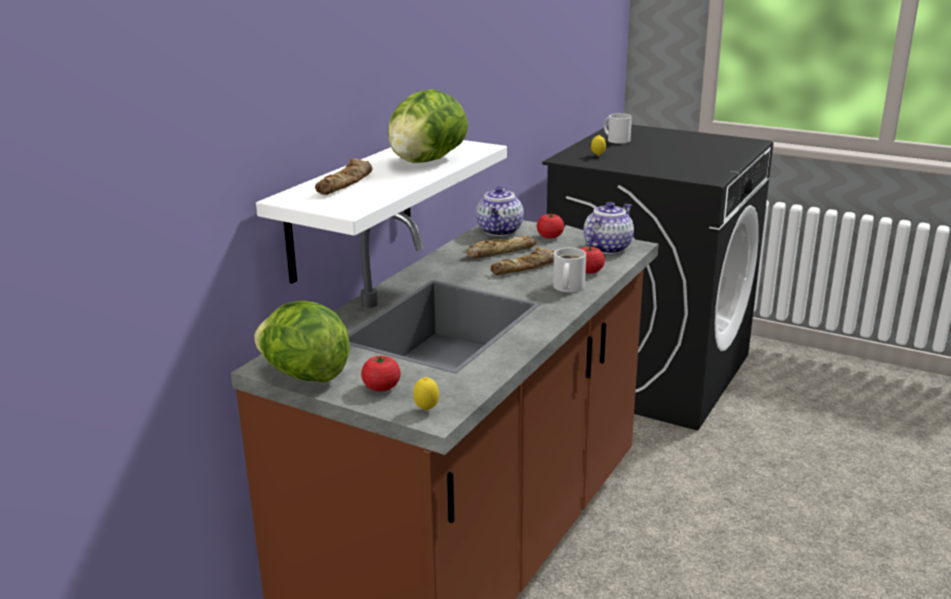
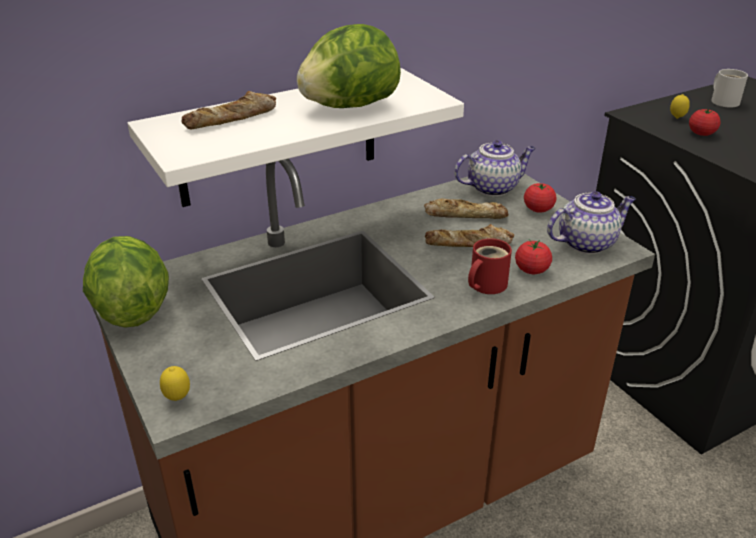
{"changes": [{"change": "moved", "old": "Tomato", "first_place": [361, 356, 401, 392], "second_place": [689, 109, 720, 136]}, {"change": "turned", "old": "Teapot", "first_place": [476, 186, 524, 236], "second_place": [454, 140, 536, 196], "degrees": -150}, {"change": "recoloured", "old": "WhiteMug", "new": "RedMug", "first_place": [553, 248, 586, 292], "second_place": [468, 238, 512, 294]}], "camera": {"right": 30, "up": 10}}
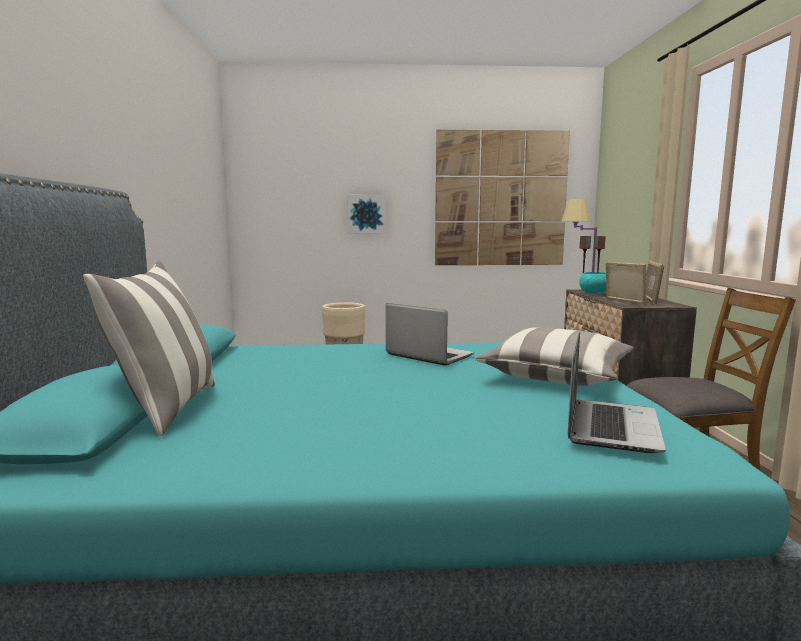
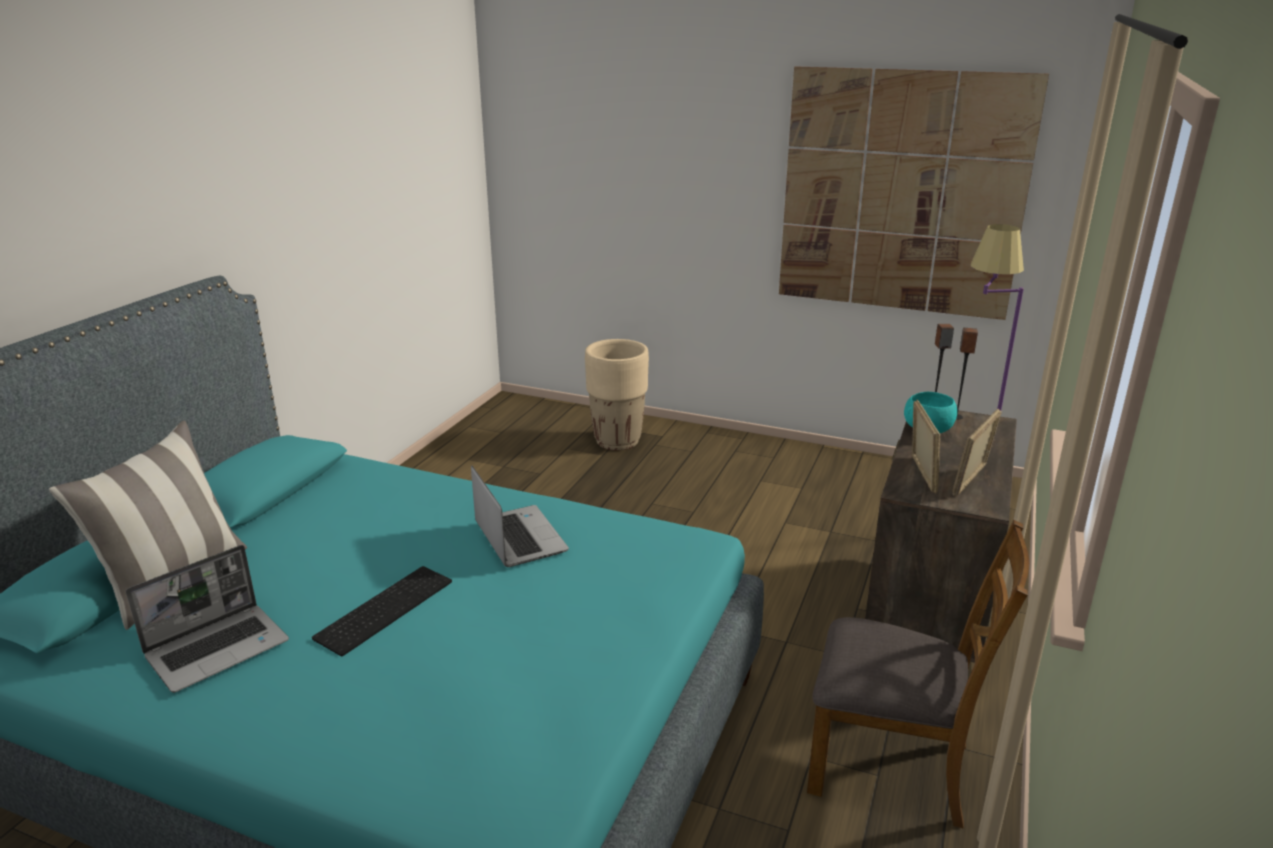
{"changes": [{"change": "removed", "old": "Picture", "first_place": [347, 195, 386, 234]}, {"change": "removed", "old": "Pillow", "first_place": [475, 327, 634, 386]}, {"change": "moved", "old": "Laptop", "first_place": [568, 332, 666, 453], "second_place": [126, 545, 289, 693]}, {"change": "added", "new": "Keyboard", "second_place": [312, 566, 452, 656]}], "camera": {"right": 25, "up": 15}}
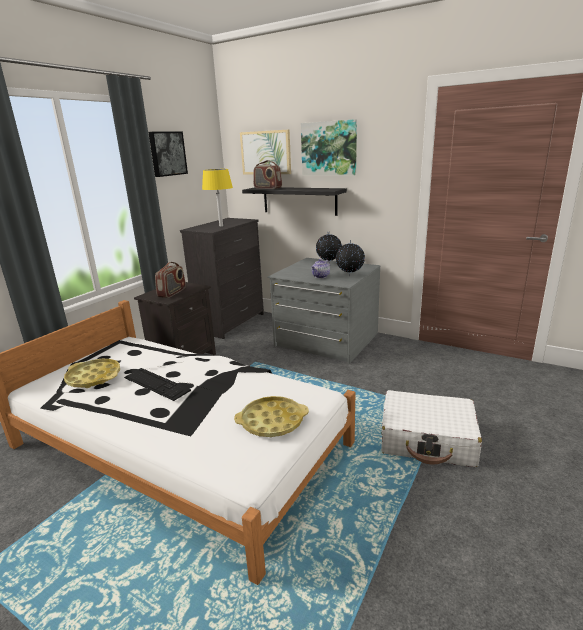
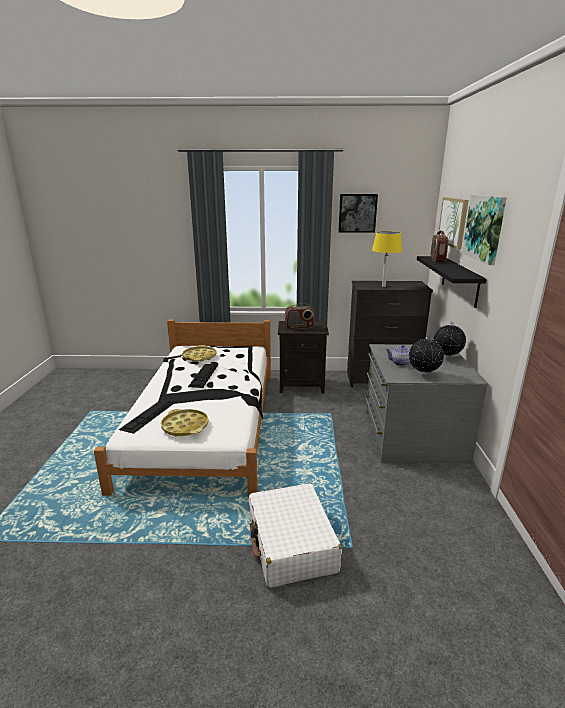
{"changes": [{"change": "added", "new": "Keyboard", "second_place": [119, 399, 175, 434]}], "camera": {"right": 60, "up": 0}}
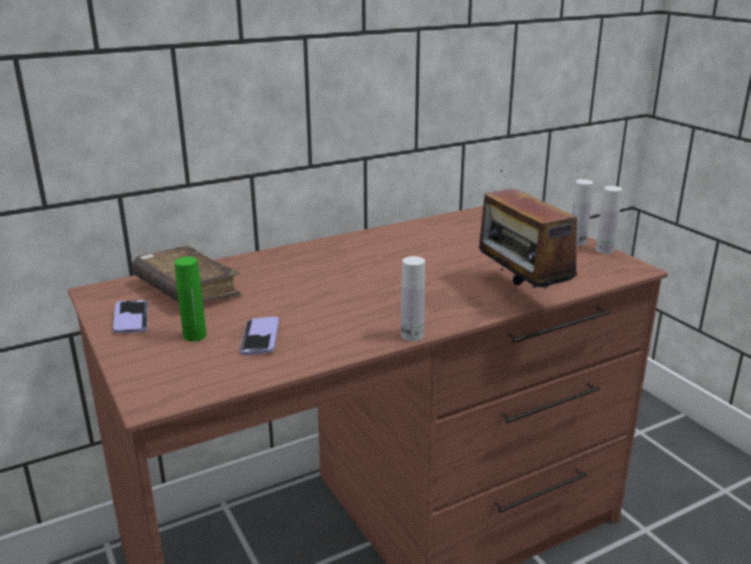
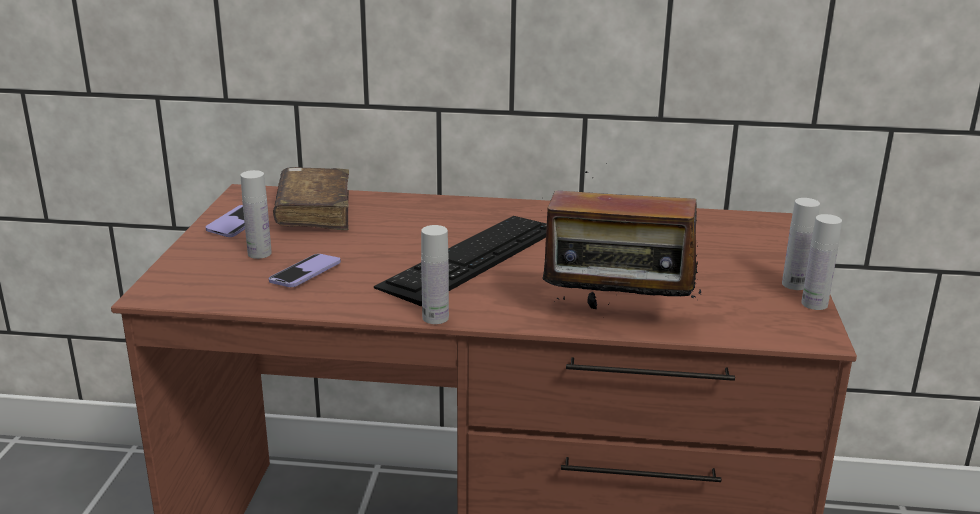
{"changes": [{"change": "recoloured", "old": "GreenBottle", "new": "WhiteBottle", "first_place": [174, 257, 206, 342], "second_place": [240, 170, 272, 259]}, {"change": "turned", "old": "Radio", "first_place": [479, 170, 578, 289], "second_place": [542, 163, 701, 309], "degrees": -90}, {"change": "added", "new": "Keyboard", "second_place": [374, 216, 547, 307]}], "camera": {"right": 35, "up": 0}}
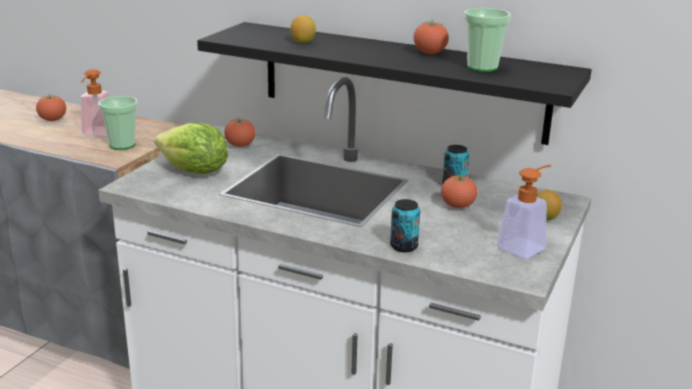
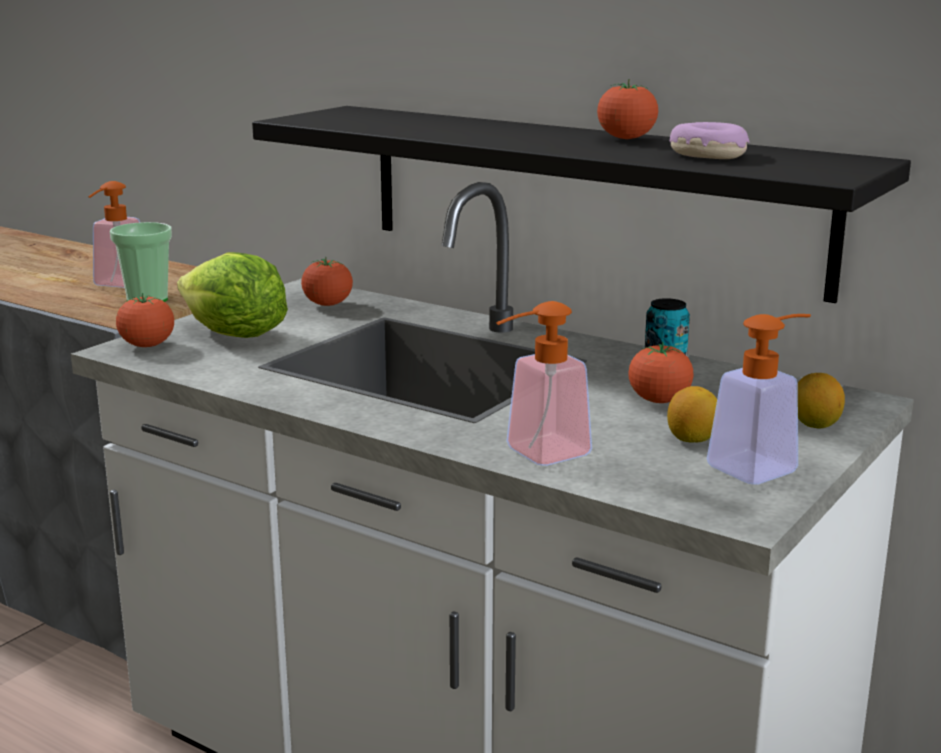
{"changes": [{"change": "moved", "old": "Tomato", "first_place": [36, 94, 66, 121], "second_place": [116, 293, 174, 347]}, {"change": "moved", "old": "Lemon", "first_place": [290, 15, 316, 43], "second_place": [667, 386, 717, 443]}, {"change": "replaced", "old": "Can", "new": "SoapDispenser", "first_place": [390, 199, 420, 252], "second_place": [496, 301, 592, 466]}, {"change": "replaced", "old": "Cup", "new": "Donut", "first_place": [464, 8, 511, 72], "second_place": [670, 122, 750, 159]}], "camera": {"right": 10, "up": -5}}
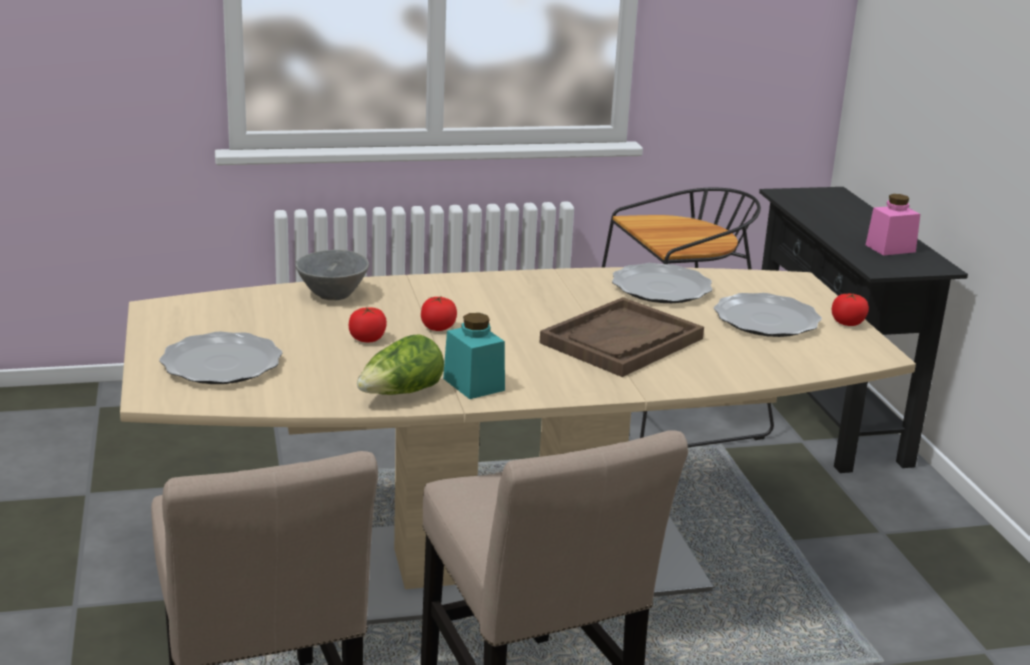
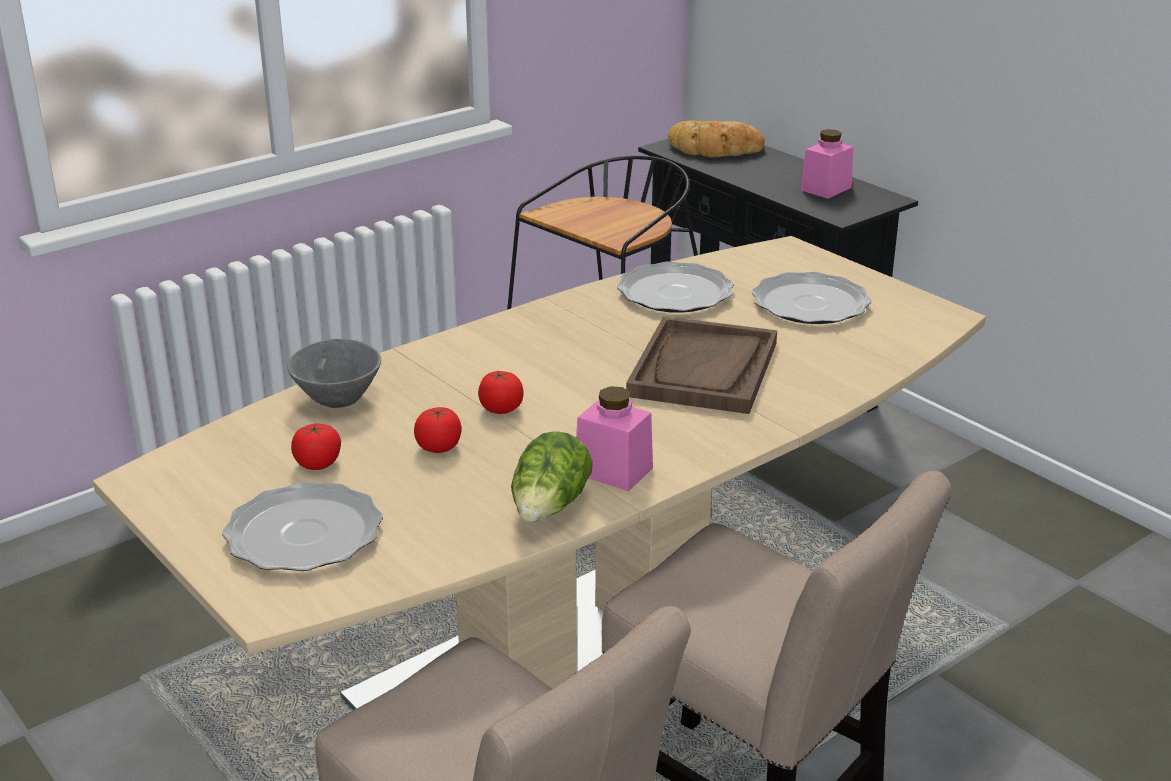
{"changes": [{"change": "recoloured", "old": "TurquoiseJar", "new": "PinkJar", "first_place": [443, 313, 505, 399], "second_place": [576, 386, 653, 491]}, {"change": "moved", "old": "Tomato", "first_place": [832, 293, 869, 326], "second_place": [291, 424, 341, 470]}, {"change": "added", "new": "Bread", "second_place": [668, 121, 765, 158]}], "camera": {"right": -25, "up": 5}}
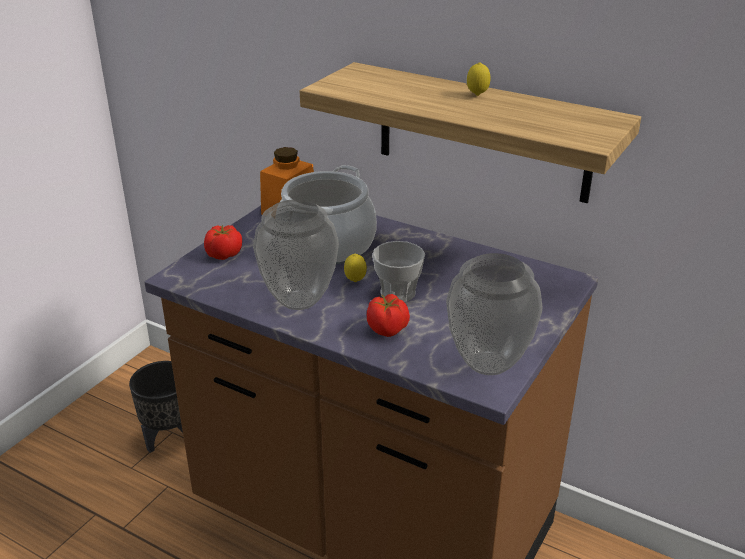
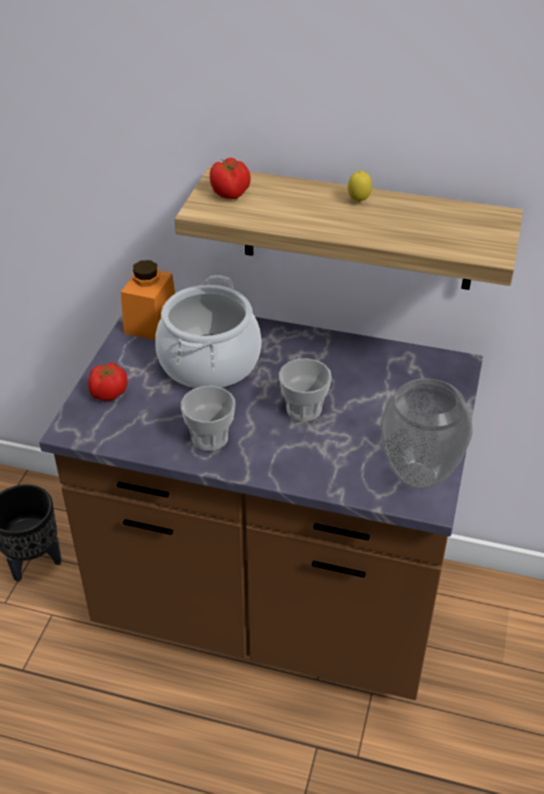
{"changes": [{"change": "replaced", "old": "Vase", "new": "Cup", "first_place": [253, 199, 339, 310], "second_place": [181, 386, 235, 451]}, {"change": "removed", "old": "Lemon", "first_place": [344, 254, 367, 282]}, {"change": "moved", "old": "Tomato", "first_place": [367, 294, 410, 337], "second_place": [210, 158, 251, 199]}], "camera": {"right": -15, "up": 10}}
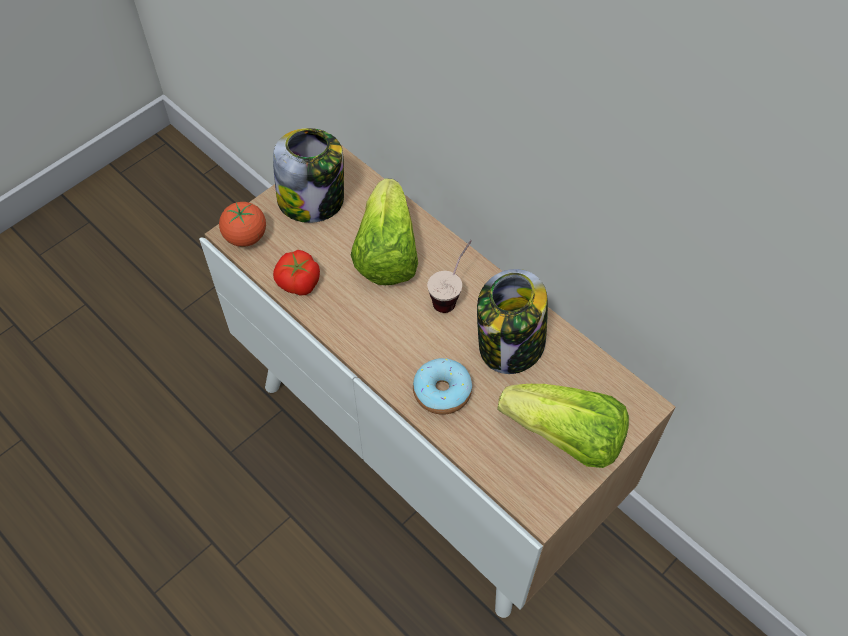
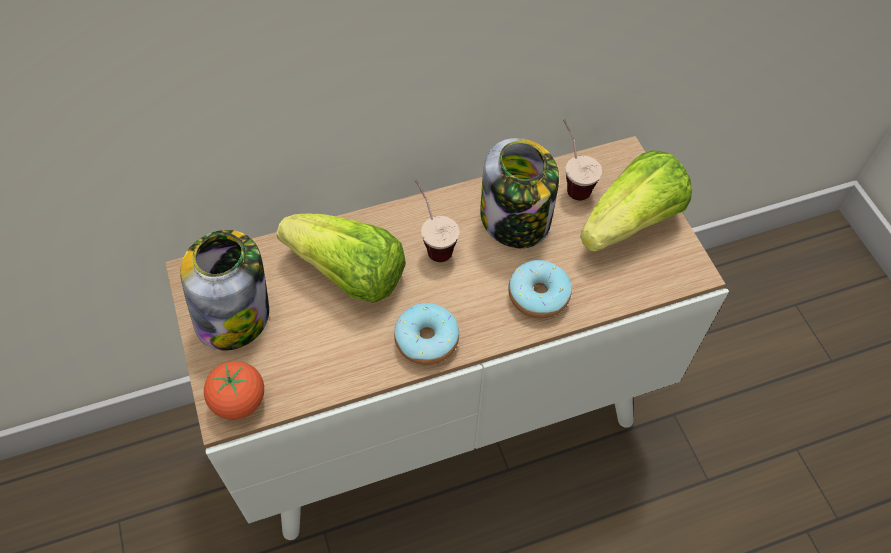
{"changes": [{"change": "removed", "old": "Tomato", "first_place": [273, 250, 320, 295]}, {"change": "added", "new": "Donut", "second_place": [394, 303, 459, 365]}, {"change": "added", "new": "Cup", "second_place": [563, 119, 602, 201]}], "camera": {"right": -65, "up": 0}}
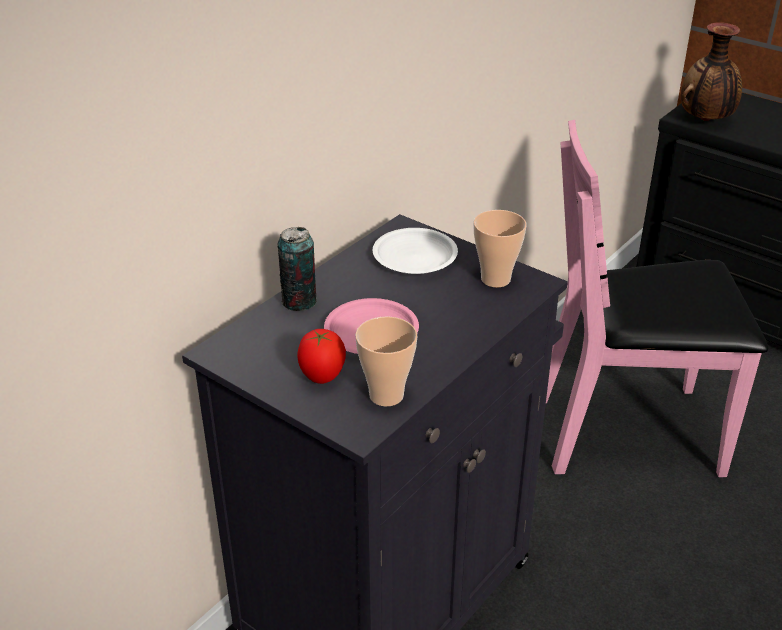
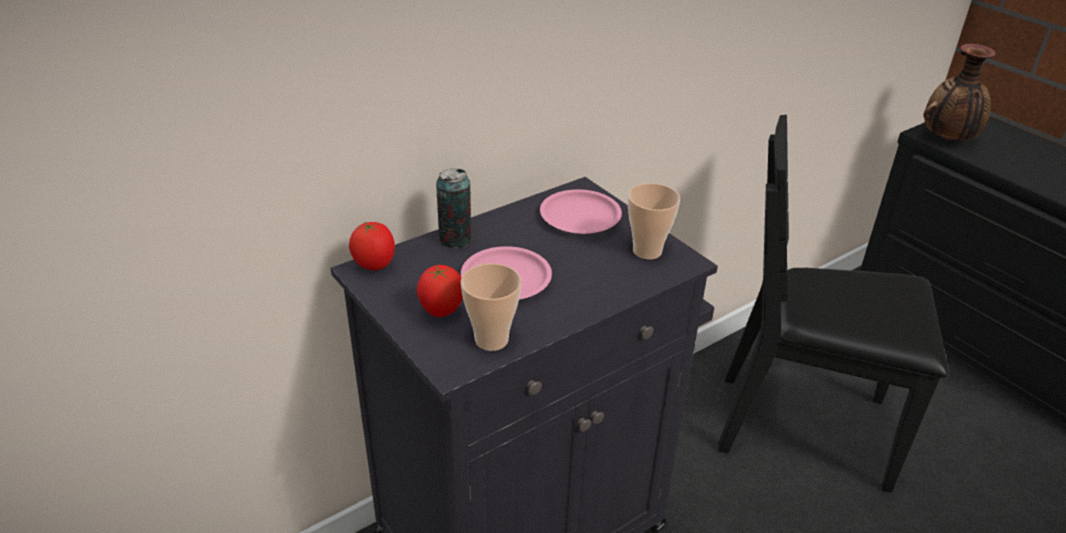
{"changes": [{"change": "recoloured", "old": "WhitePlate", "new": "PinkPlate", "first_place": [373, 228, 458, 274], "second_place": [540, 189, 622, 234]}, {"change": "recoloured", "old": "PinkChair", "new": "BlackChair", "first_place": [546, 120, 769, 477], "second_place": [718, 115, 948, 493]}, {"change": "added", "new": "Tomato", "second_place": [349, 222, 395, 270]}], "camera": {"right": 15, "up": 0}}
